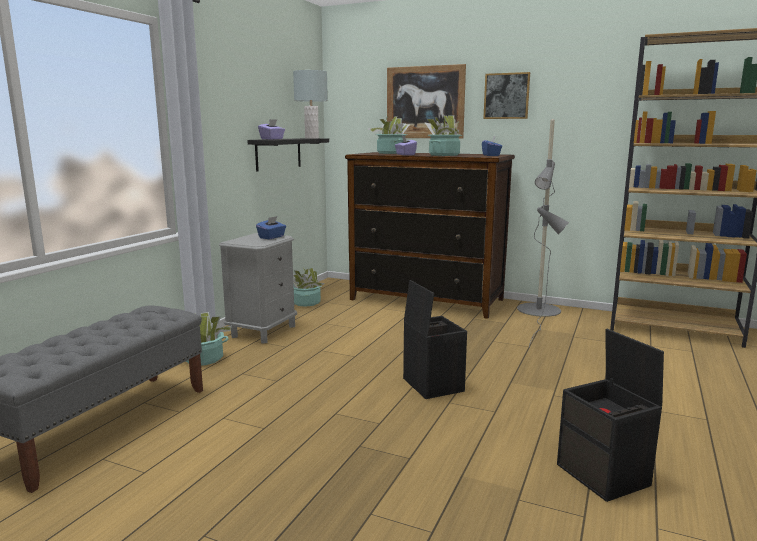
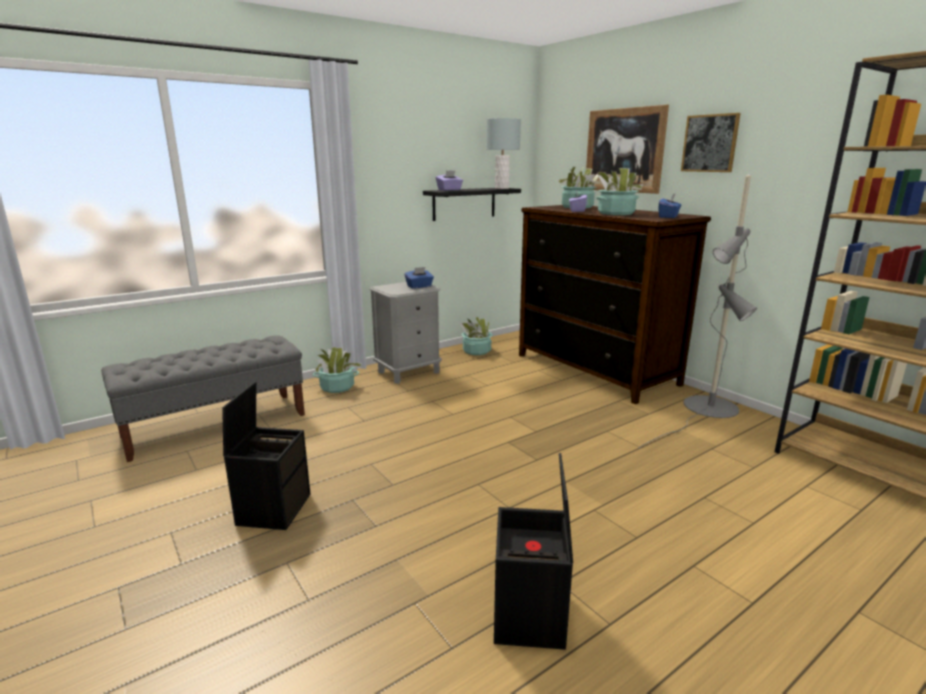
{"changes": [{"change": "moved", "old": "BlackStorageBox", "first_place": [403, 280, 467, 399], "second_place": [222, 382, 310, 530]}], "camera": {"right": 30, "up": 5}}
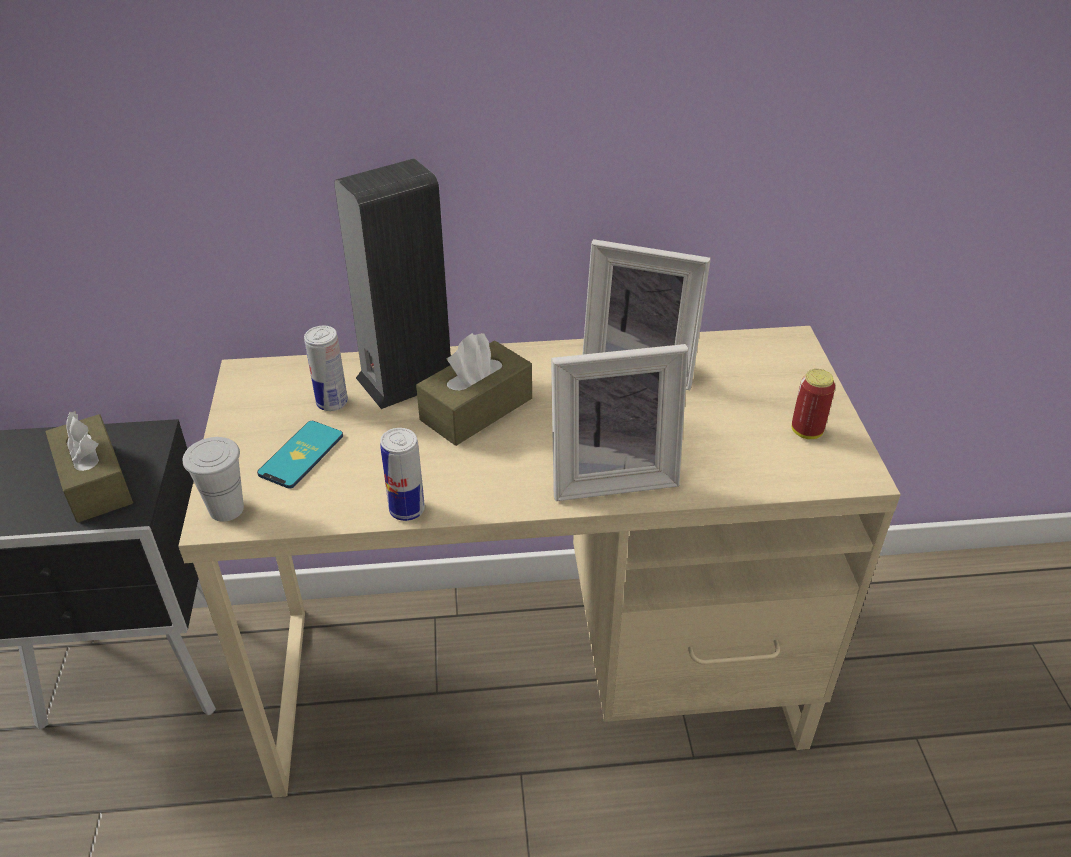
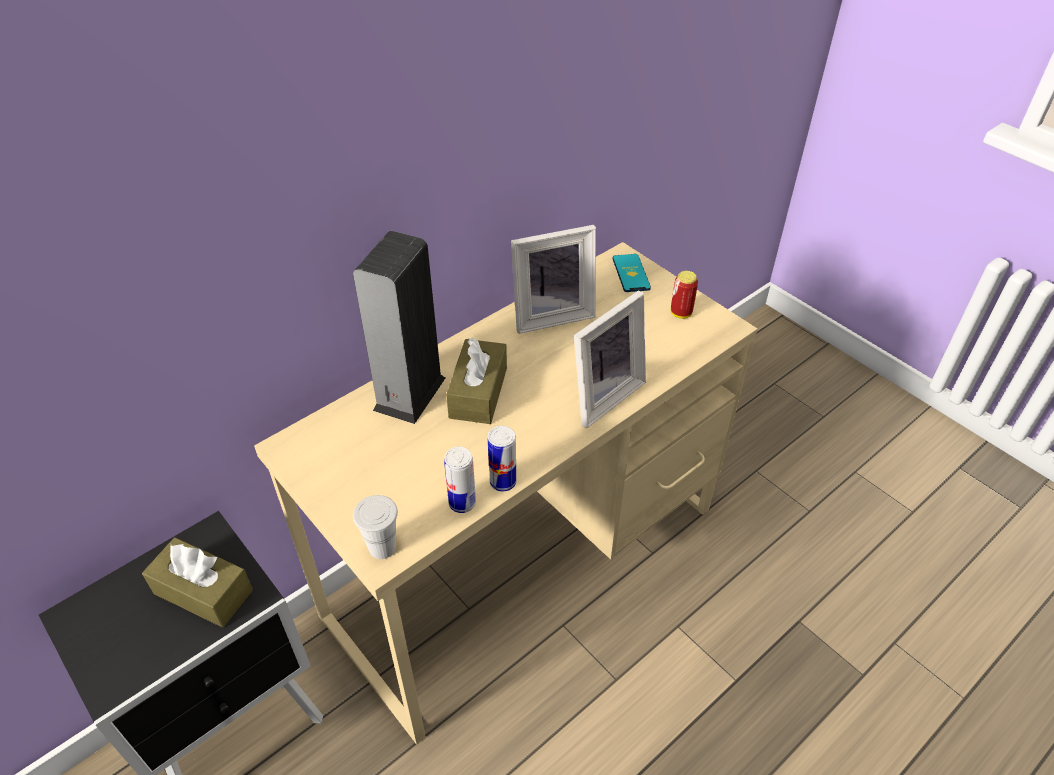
{"changes": [{"change": "moved", "old": "Phone", "first_place": [257, 421, 343, 489], "second_place": [613, 254, 651, 292]}, {"change": "moved", "old": "Can", "first_place": [304, 326, 348, 411], "second_place": [444, 446, 476, 513]}], "camera": {"right": -35, "up": 5}}
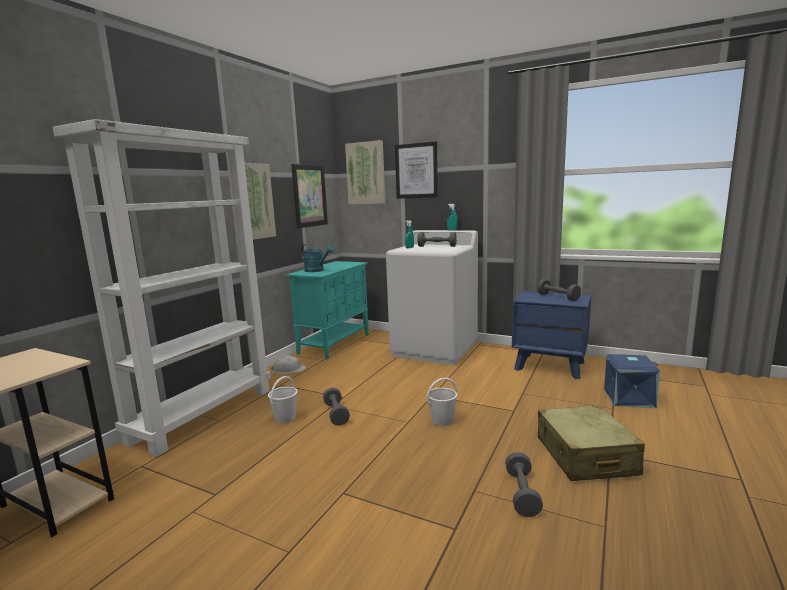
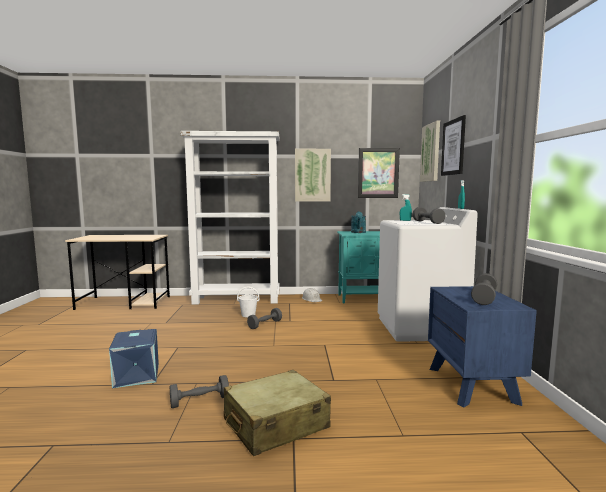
{"changes": [{"change": "removed", "old": "WhiteBucket", "first_place": [427, 378, 457, 426]}, {"change": "moved", "old": "BlueStorageBox", "first_place": [604, 354, 660, 408], "second_place": [109, 329, 159, 388]}], "camera": {"right": 60, "up": -5}}
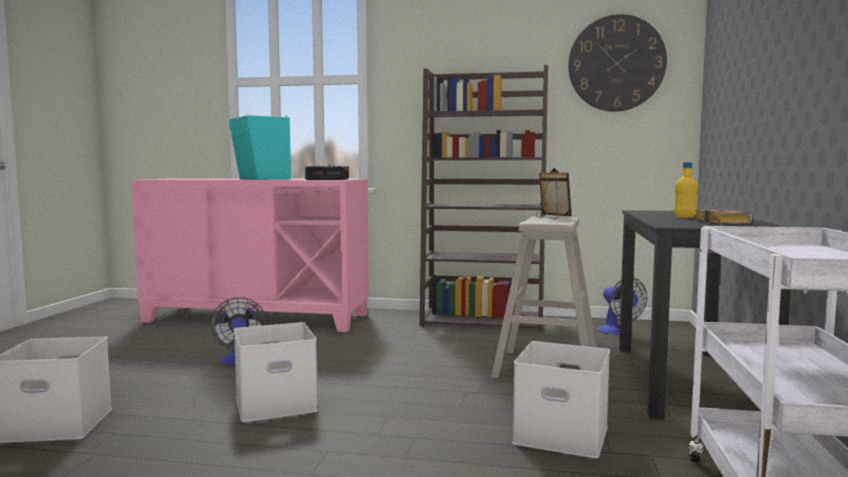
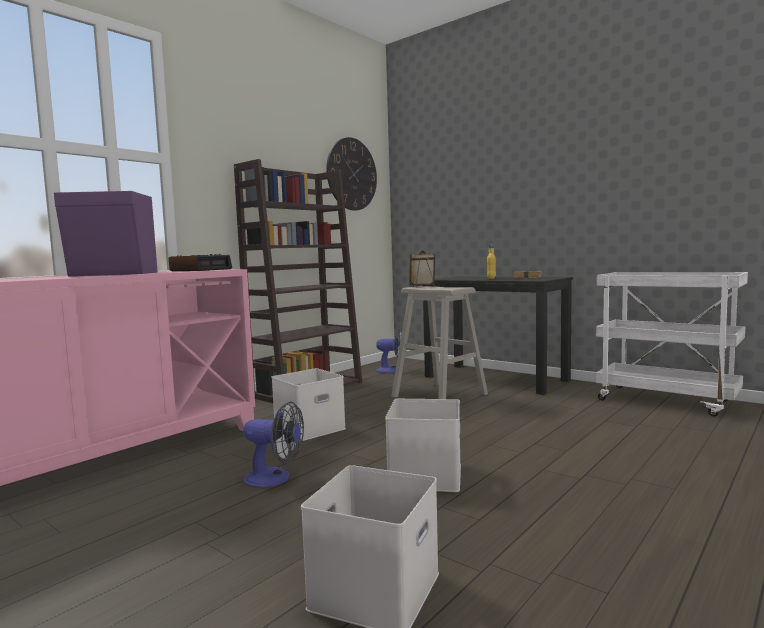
{"changes": [{"change": "recoloured", "old": "TurquoiseSpeaker", "new": "PurpleSpeaker", "first_place": [229, 115, 291, 180], "second_place": [54, 191, 158, 276]}, {"change": "moved", "old": "WhiteStorageBox", "first_place": [512, 341, 610, 458], "second_place": [272, 368, 346, 442]}], "camera": {"right": -60, "up": 0}}
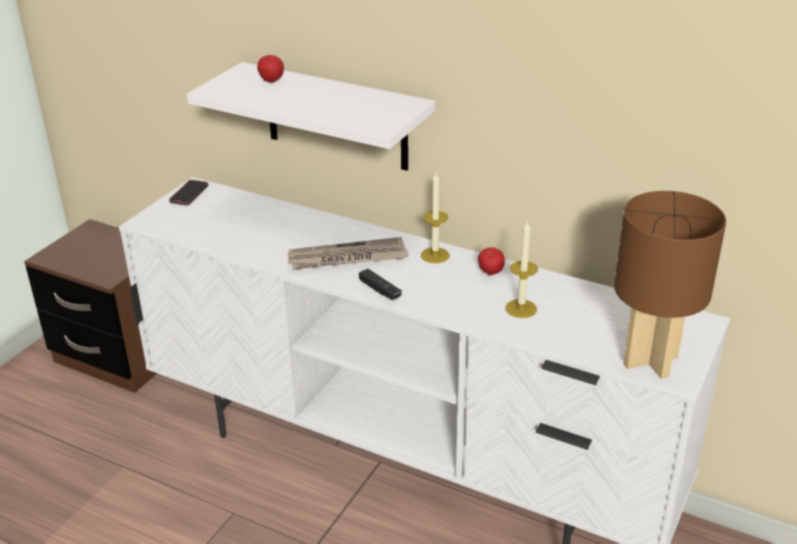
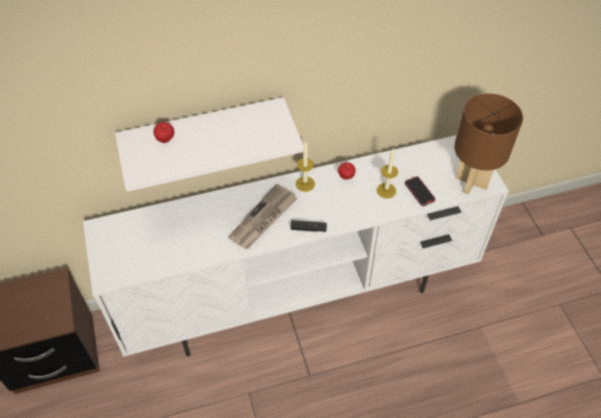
{"changes": [{"change": "moved", "old": "Phone", "first_place": [169, 180, 208, 205], "second_place": [405, 176, 436, 206]}], "camera": {"right": -45, "up": 20}}
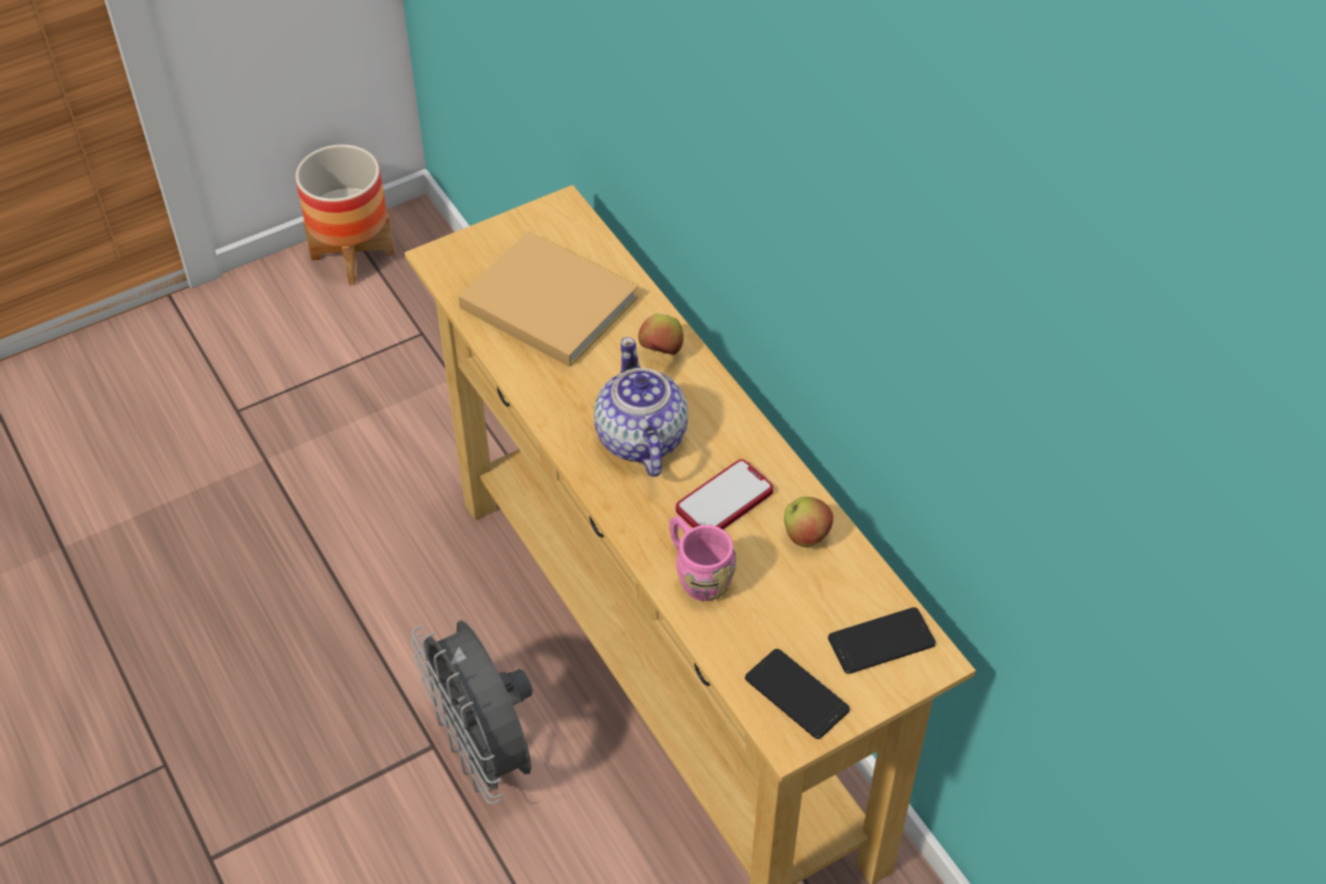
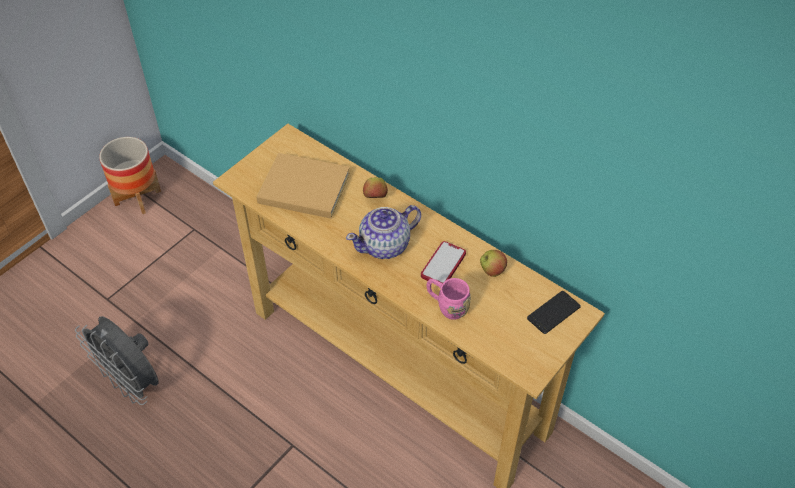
{"changes": [{"change": "moved", "old": "GreyFan", "first_place": [411, 620, 533, 804], "second_place": [75, 316, 159, 405]}, {"change": "turned", "old": "Teapot", "first_place": [594, 337, 688, 477], "second_place": [346, 205, 421, 259], "degrees": -90}, {"change": "removed", "old": "Phone", "first_place": [745, 649, 850, 739]}], "camera": {"right": -20, "up": 0}}
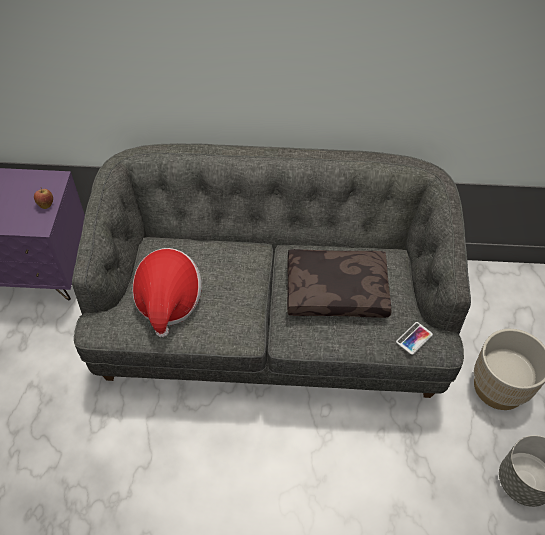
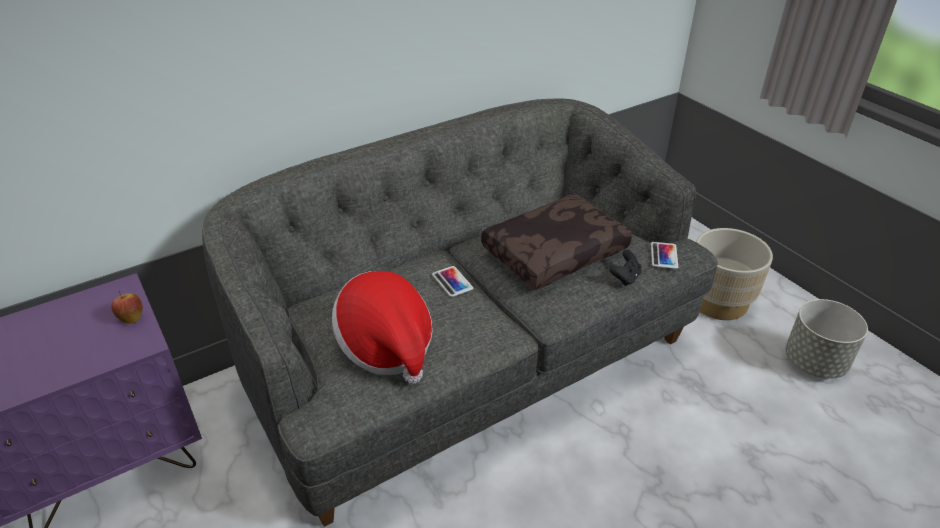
{"changes": [{"change": "added", "new": "Phone", "second_place": [432, 266, 473, 297]}, {"change": "added", "new": "BlackGameController", "second_place": [609, 250, 642, 286]}], "camera": {"right": -35, "up": -15}}
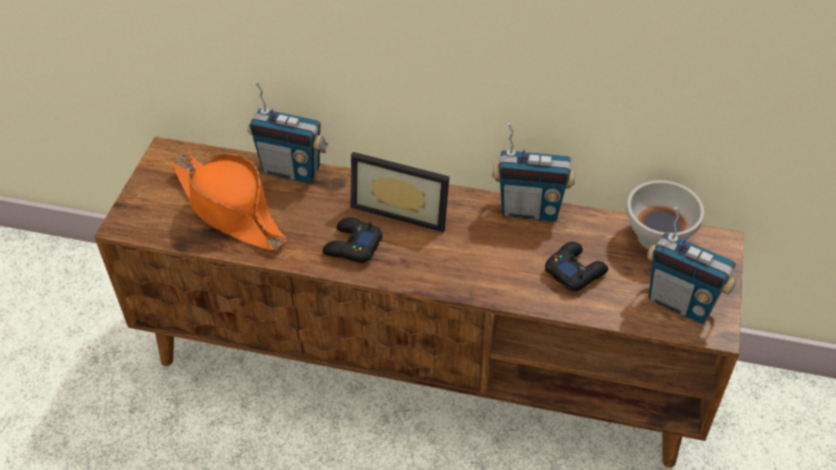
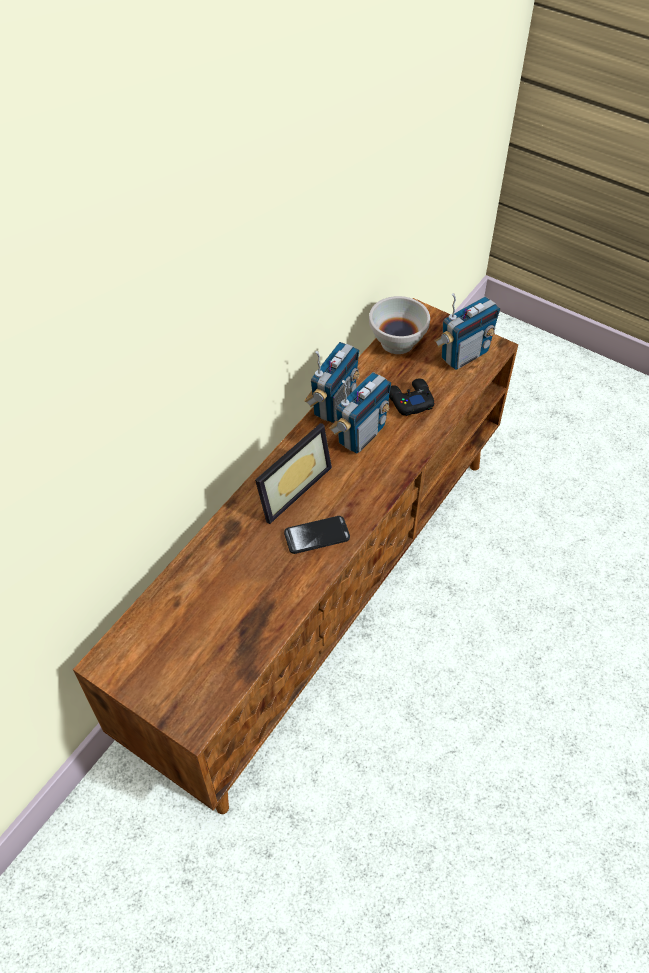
{"changes": [{"change": "removed", "old": "OrangeHat", "first_place": [171, 152, 286, 251]}, {"change": "moved", "old": "Radio", "first_place": [248, 82, 328, 183], "second_place": [329, 372, 391, 454]}, {"change": "replaced", "old": "BlackGameController", "new": "Phone", "first_place": [322, 217, 383, 263], "second_place": [284, 516, 350, 554]}], "camera": {"right": -70, "up": 5}}
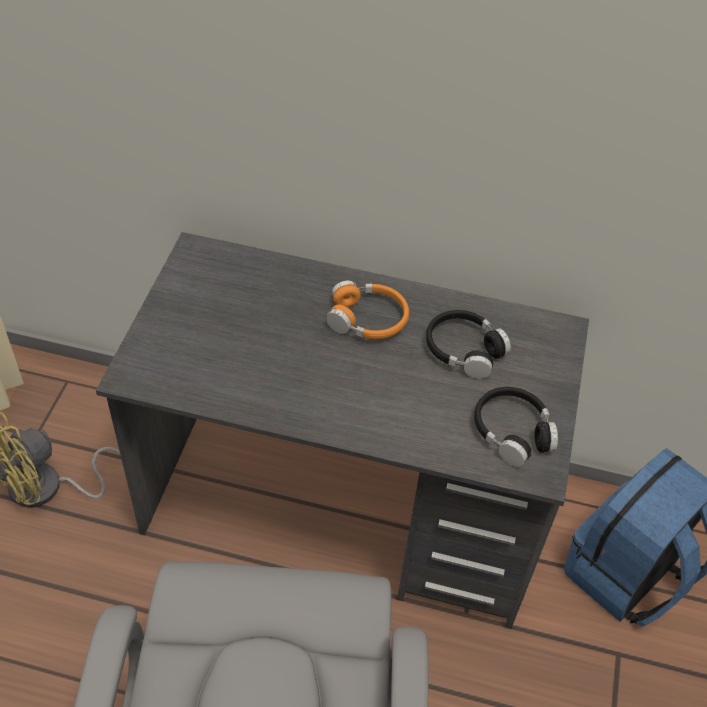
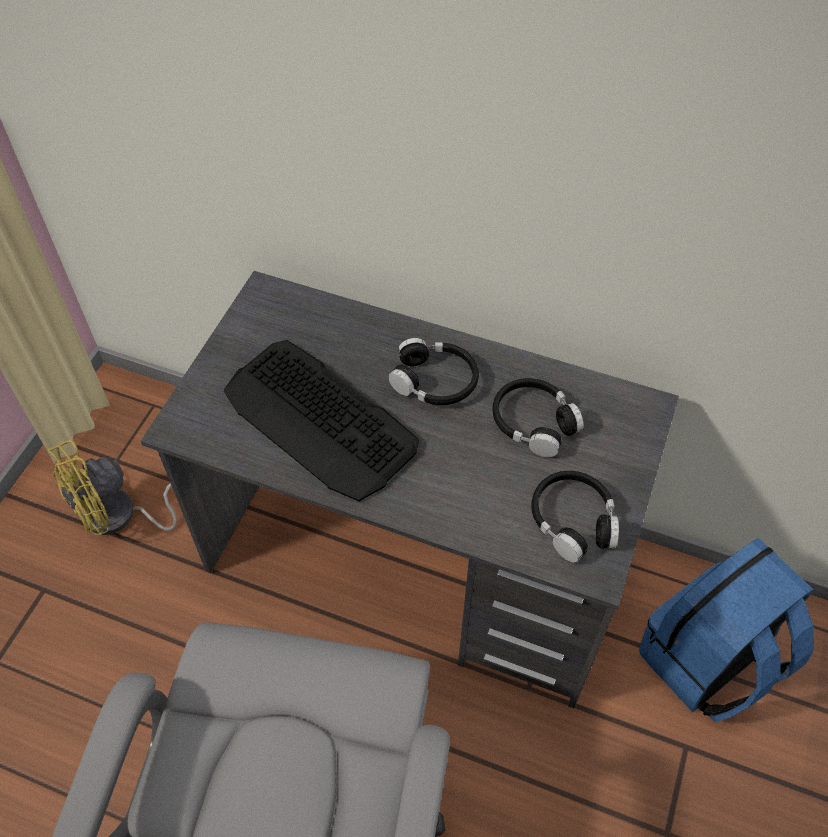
{"changes": [{"change": "recoloured", "old": "OrangeHeadphones", "new": "BlackHeadphones", "first_place": [326, 280, 409, 339], "second_place": [388, 338, 479, 405]}, {"change": "added", "new": "Keyboard", "second_place": [224, 340, 419, 501]}], "camera": {"right": 10, "up": 5}}
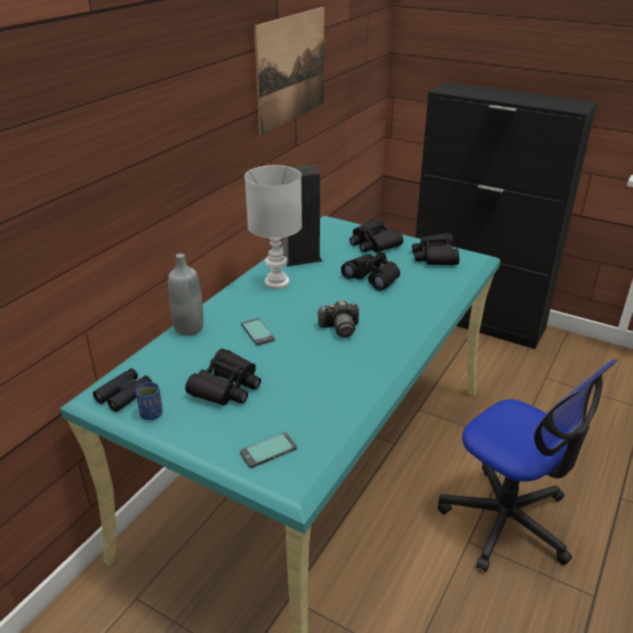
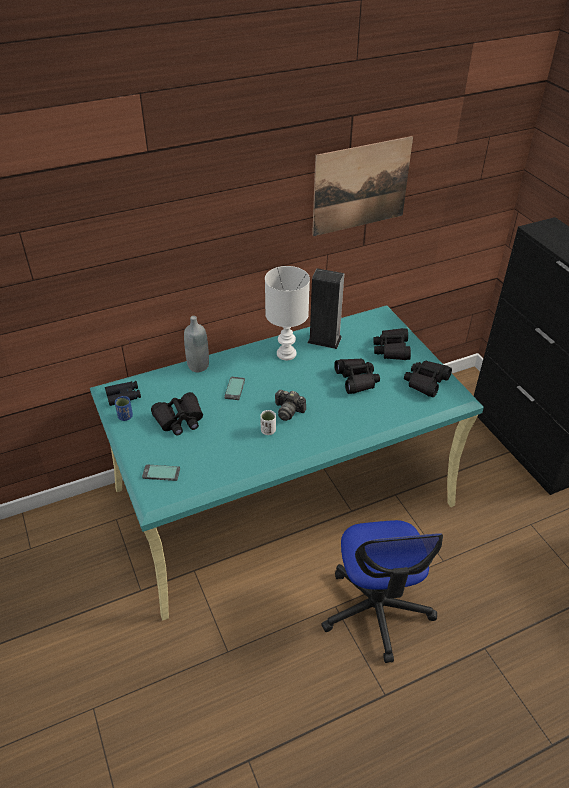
{"changes": [{"change": "added", "new": "WhiteCup", "second_place": [260, 410, 276, 435]}], "camera": {"right": 35, "up": 10}}
